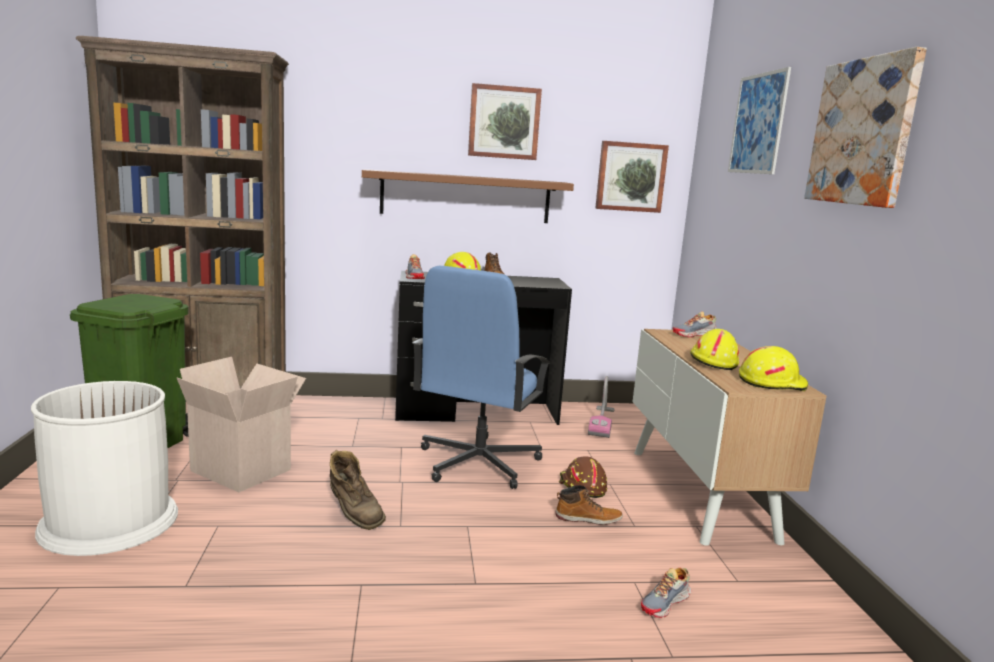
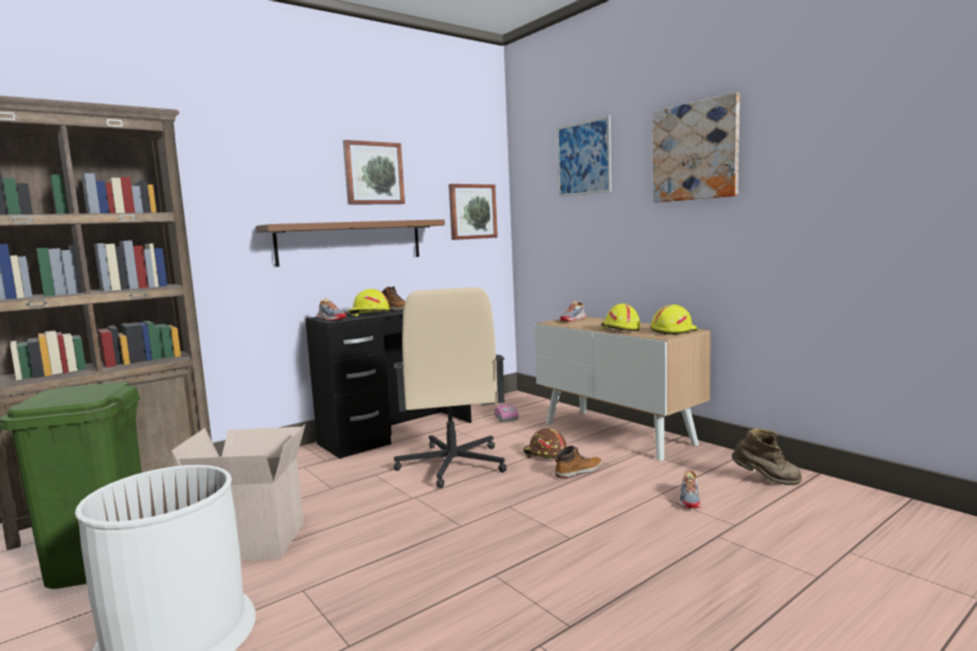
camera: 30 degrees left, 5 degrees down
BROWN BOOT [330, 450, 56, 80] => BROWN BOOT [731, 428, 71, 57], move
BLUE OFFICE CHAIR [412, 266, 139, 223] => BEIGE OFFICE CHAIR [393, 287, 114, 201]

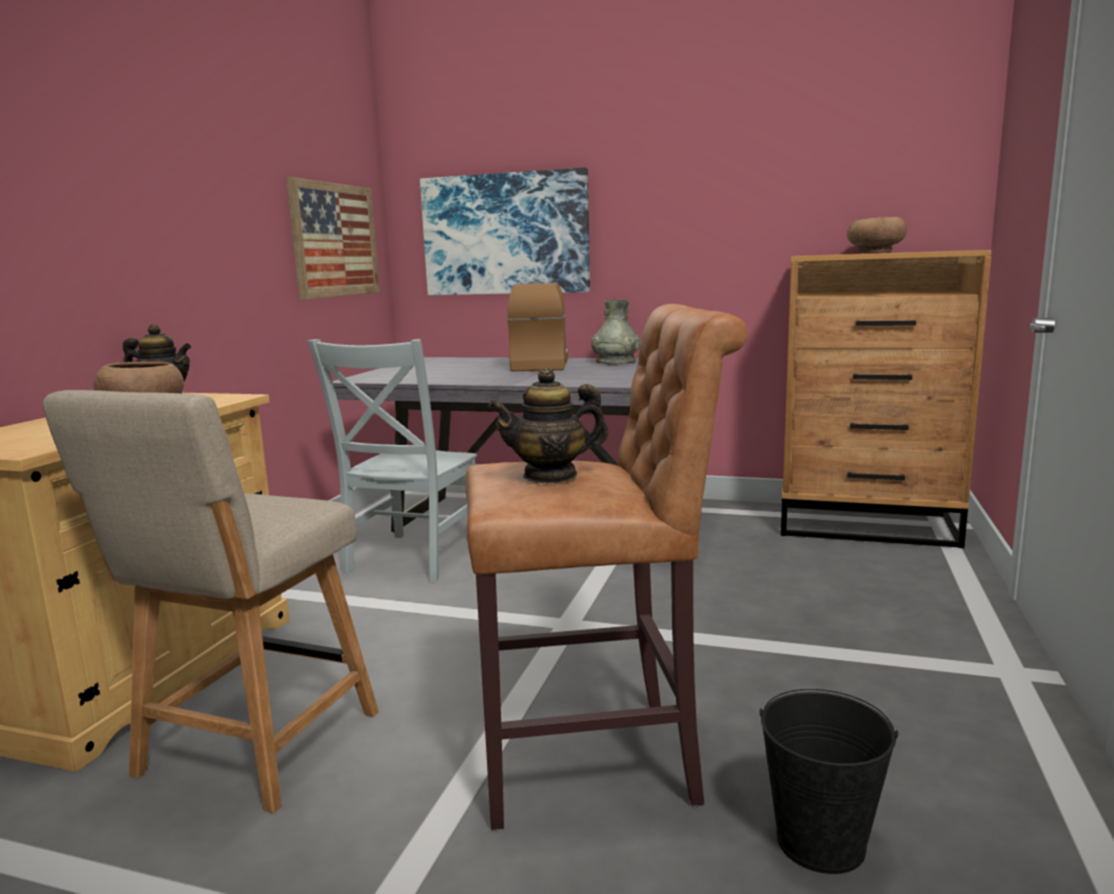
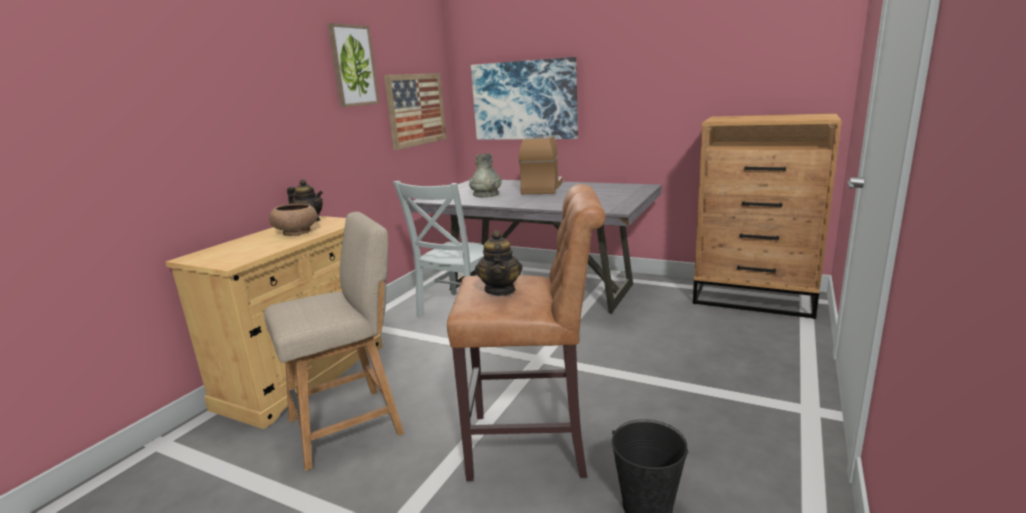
camera: 10 degrees right, 5 degrees up
BROWN BOWL [847, 217, 60, 36] => nothing
nothing => PICTURE [327, 23, 52, 84]
GREY VASE [591, 300, 49, 65] => GREY VASE [469, 154, 33, 43], move
BEIGE CHAIR [43, 390, 336, 423] => BEIGE CHAIR [264, 212, 140, 259], 150 degrees counterclockwise
TEAPOT [488, 368, 120, 115] => TEAPOT [475, 230, 47, 66], 90 degrees counterclockwise

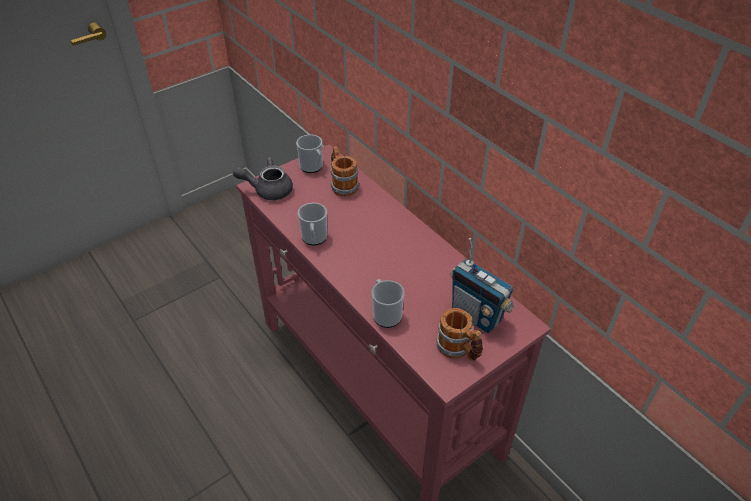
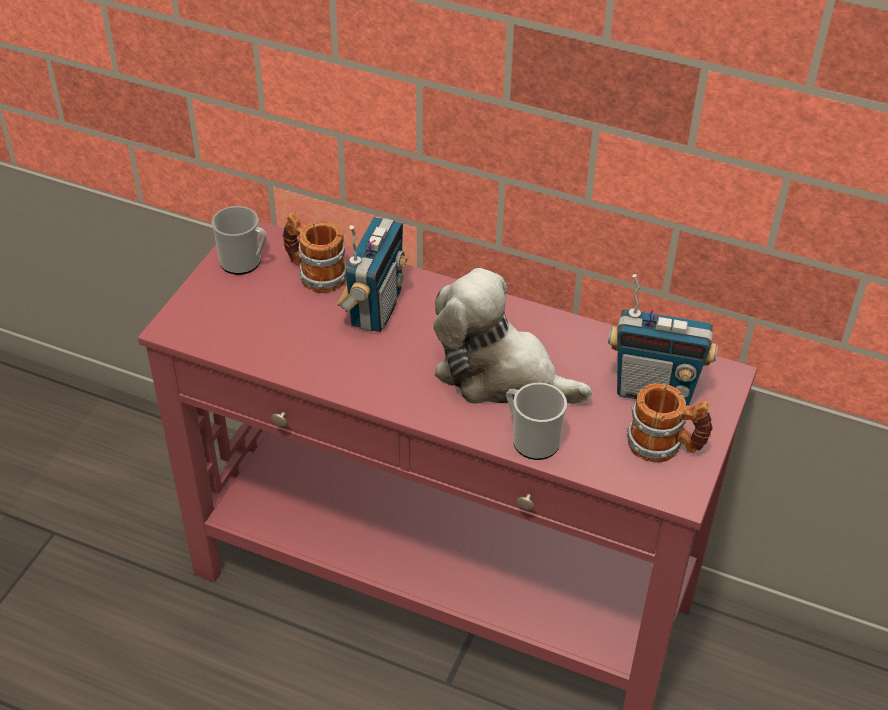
camera: 30 degrees left, 0 degrees up
GREY TEAPOT [233, 157, 60, 43] => nothing
MUG [298, 203, 29, 42] => nothing
nothing => RADIO [337, 217, 70, 115]
nothing => PLUSH TOY [433, 268, 159, 136]

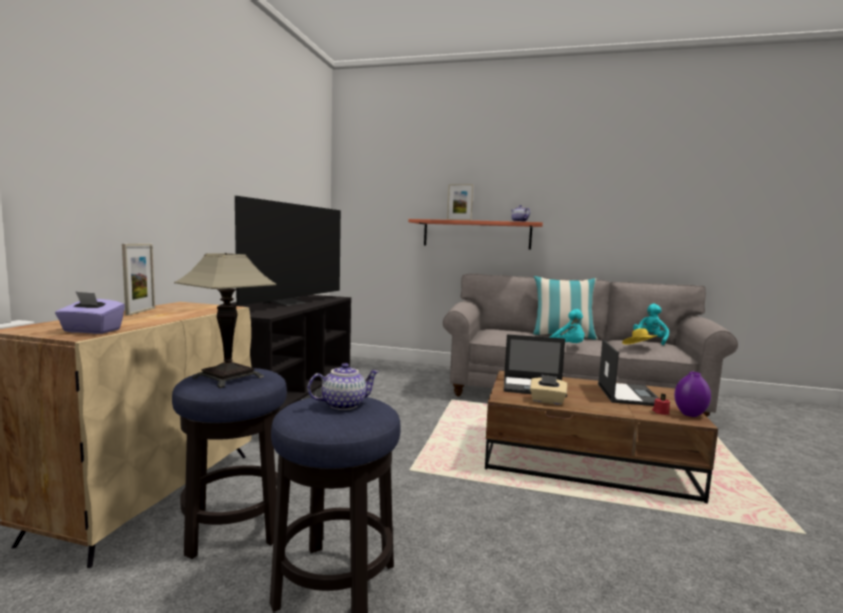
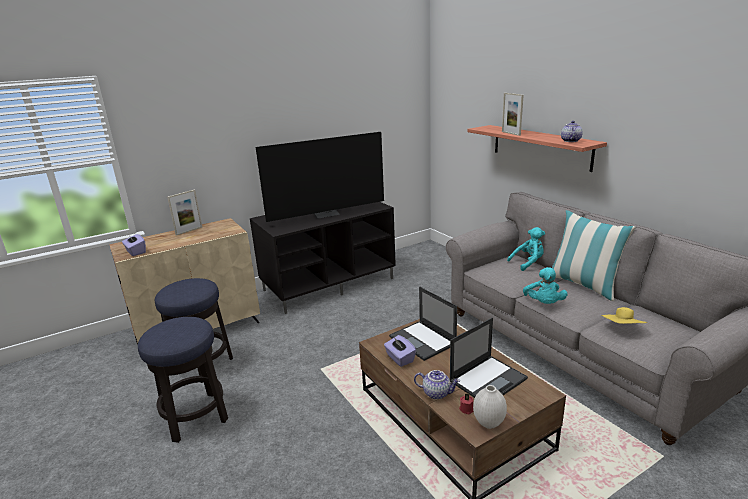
camera: 45 degrees right, 15 degrees up
TABLE LAMP [174, 253, 102, 135] => nothing
TEAPOT [307, 363, 72, 47] => TEAPOT [414, 370, 46, 30], move
TURQUOISE PLUSH TOY [633, 304, 36, 41] => TURQUOISE PLUSH TOY [507, 227, 38, 44], move
BEIGE TISSUE BOX [530, 374, 37, 31] => PURPLE TISSUE BOX [384, 335, 32, 32]
PURPLE VASE [674, 372, 37, 45] => WHITE VASE [473, 385, 34, 44]

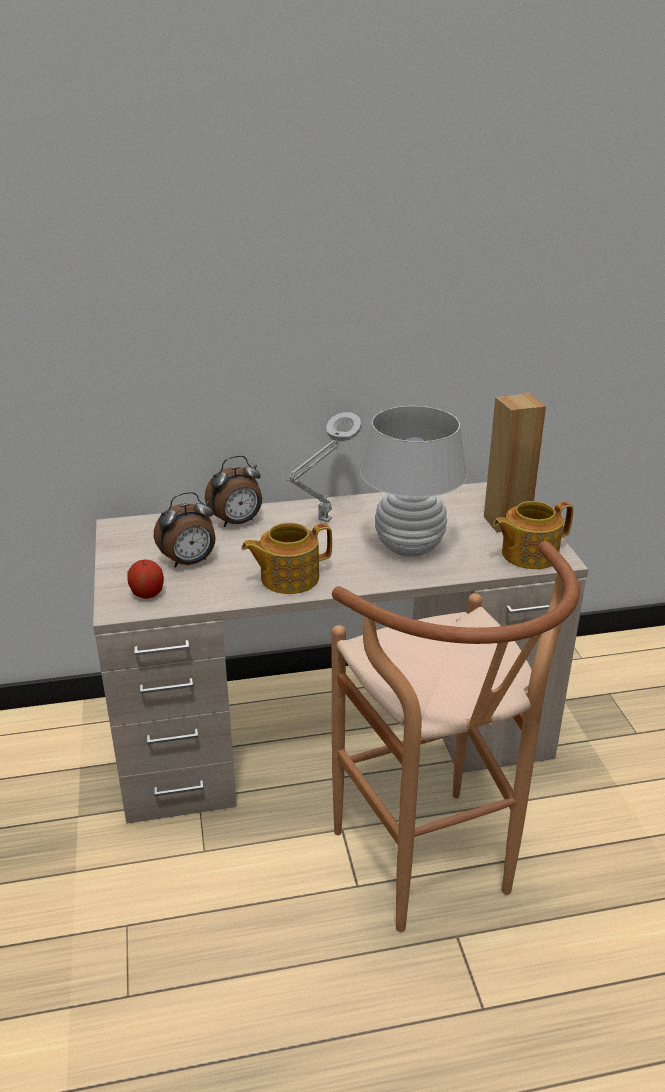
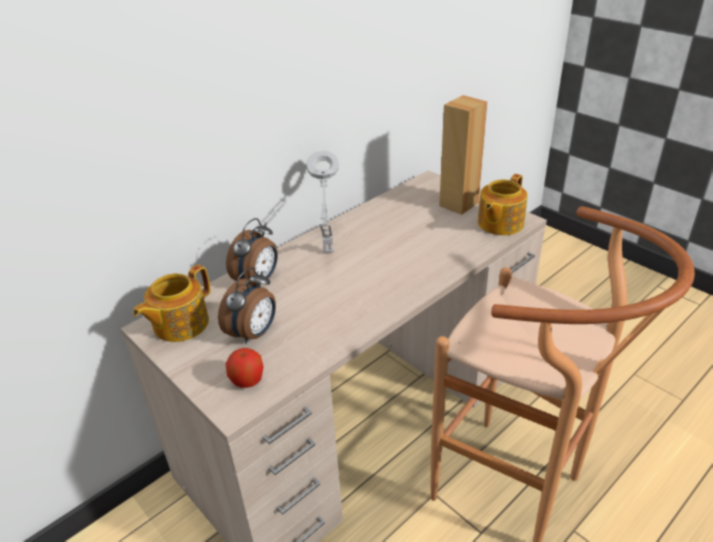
camera: 30 degrees left, 5 degrees up
WHITE TABLE LAMP [360, 406, 107, 151] => nothing
TEAPOT [241, 523, 91, 71] => TEAPOT [133, 265, 77, 77], move

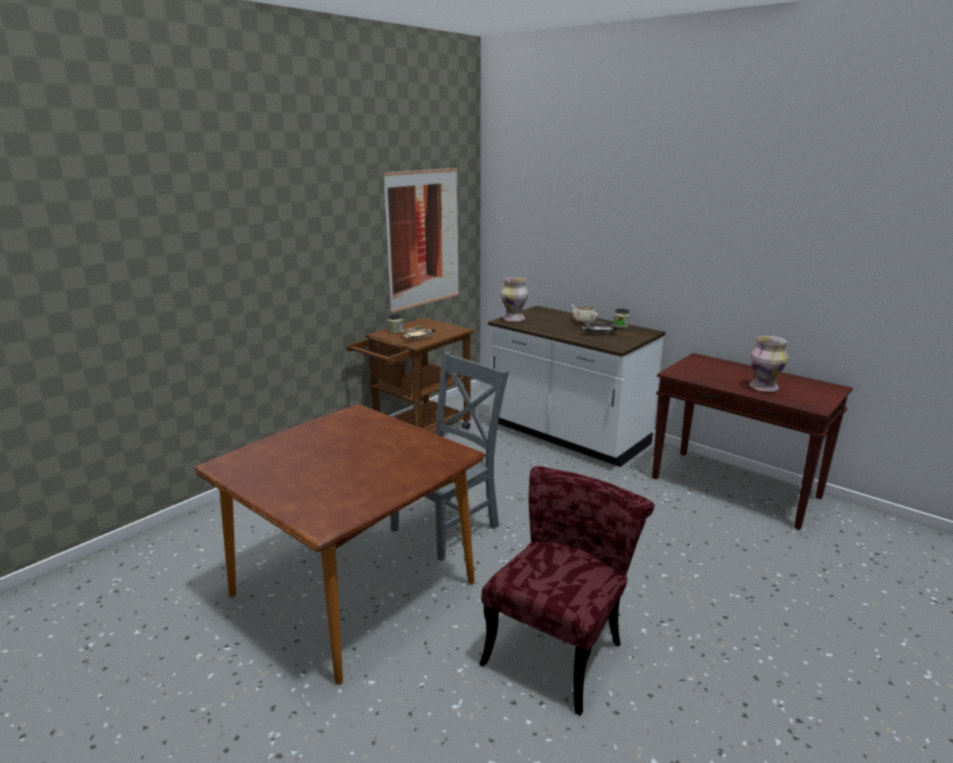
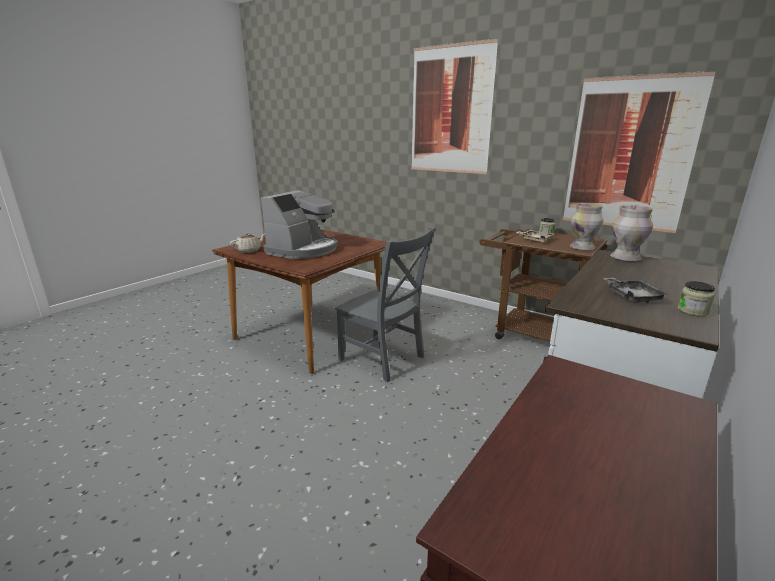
camera: 85 degrees right, 0 degrees up
RED CHAIR [479, 466, 176, 250] => nothing
nothing => COFFEE MACHINE [261, 190, 76, 69]
nothing => PICTURE [411, 39, 87, 135]
BEIGE TEAPOT [571, 304, 28, 21] => BEIGE TEAPOT [230, 232, 35, 21], move
VASE [749, 336, 39, 56] => VASE [570, 203, 34, 47], move

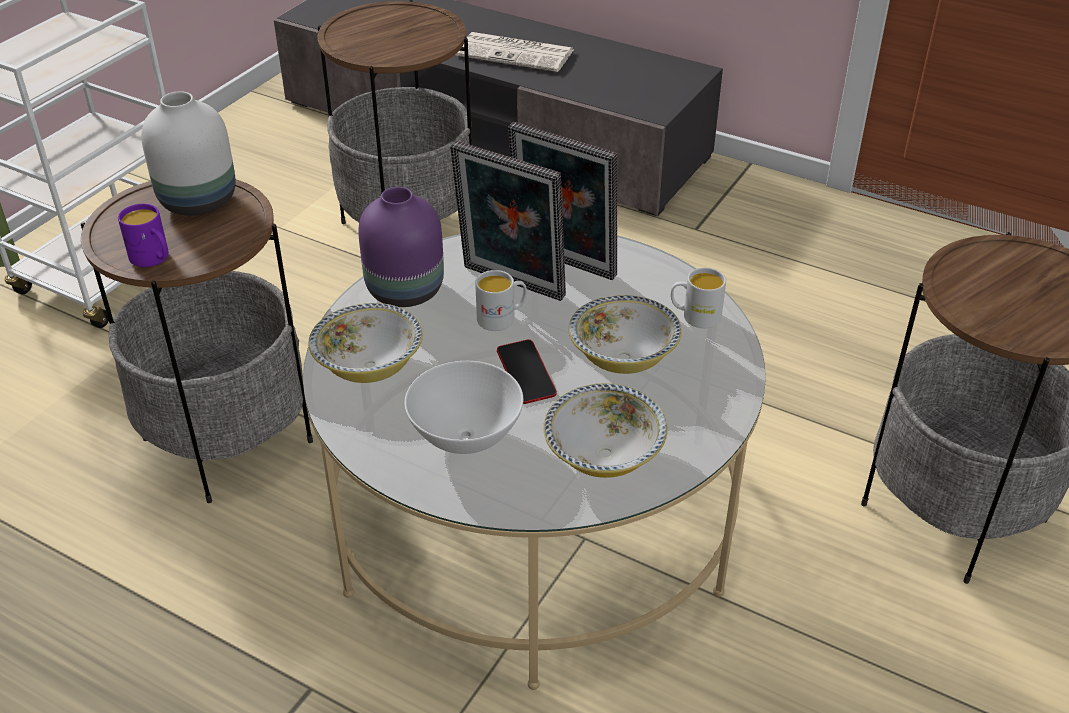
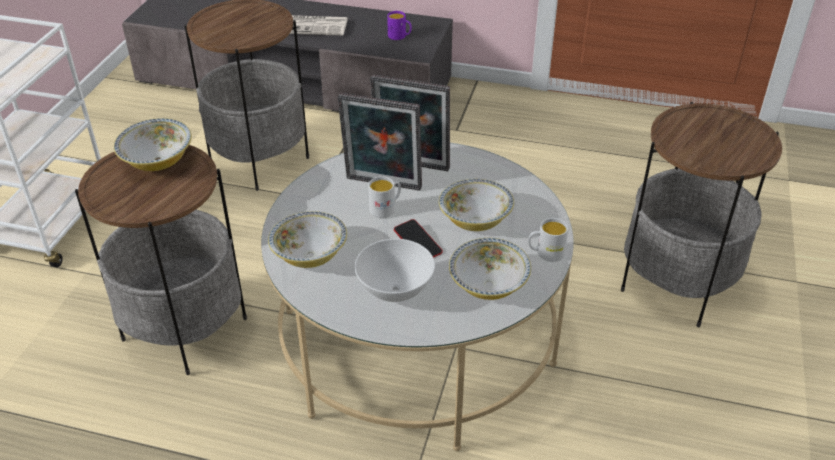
camera: 15 degrees left, 0 degrees up
PURPLE VASE [358, 187, 86, 120] => nothing
PURPLE MUG [118, 204, 51, 63] => PURPLE MUG [387, 11, 25, 29], move
WHITE MUG [671, 268, 55, 60] => WHITE MUG [528, 218, 41, 44], move
WHITE VASE [141, 91, 95, 125] => BOWL [114, 118, 78, 53]

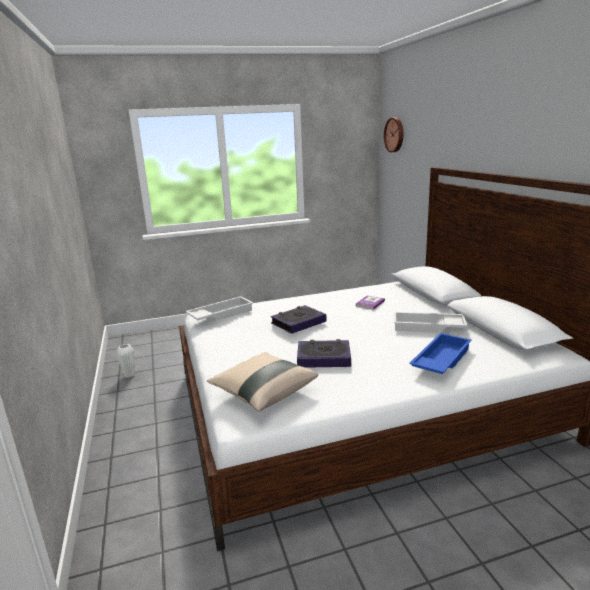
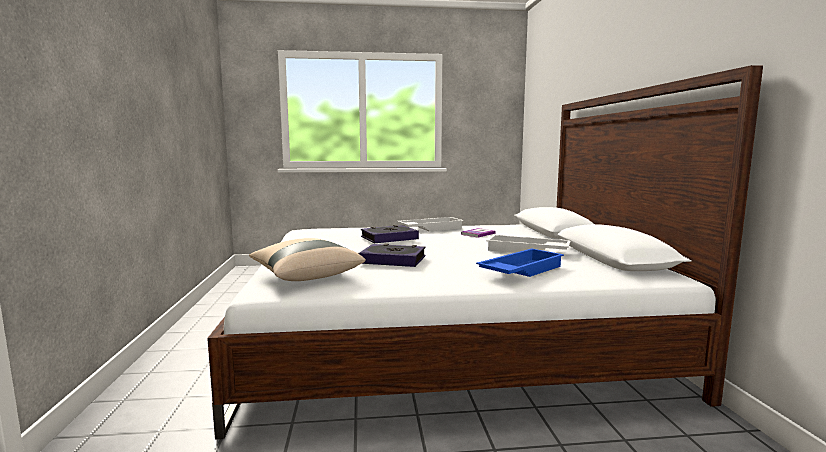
camera: 10 degrees right, 10 degrees down
WHITE VASE [117, 344, 18, 34] => nothing
WALL CLOCK [384, 117, 19, 35] => nothing
WHITE TRAY [186, 296, 67, 24] => WHITE TRAY [397, 217, 67, 14], move

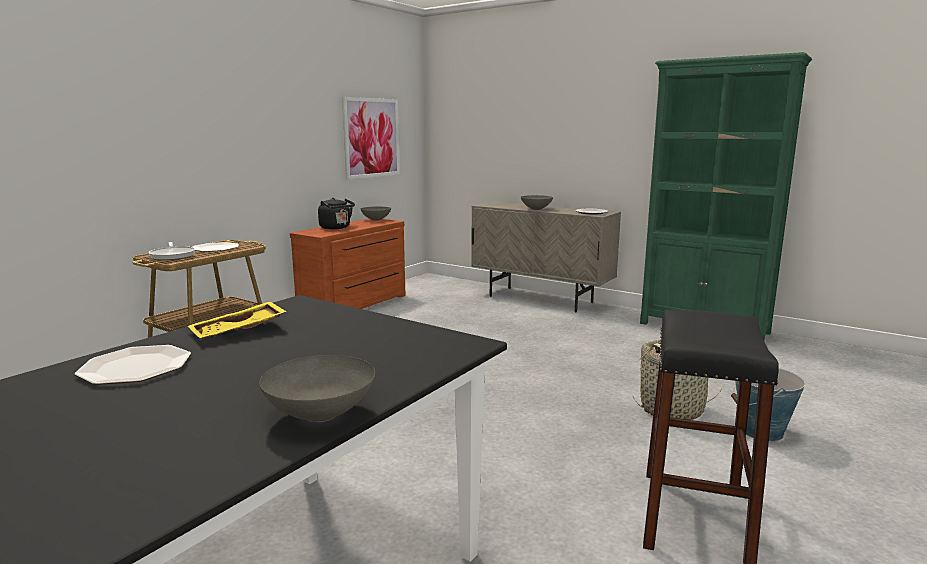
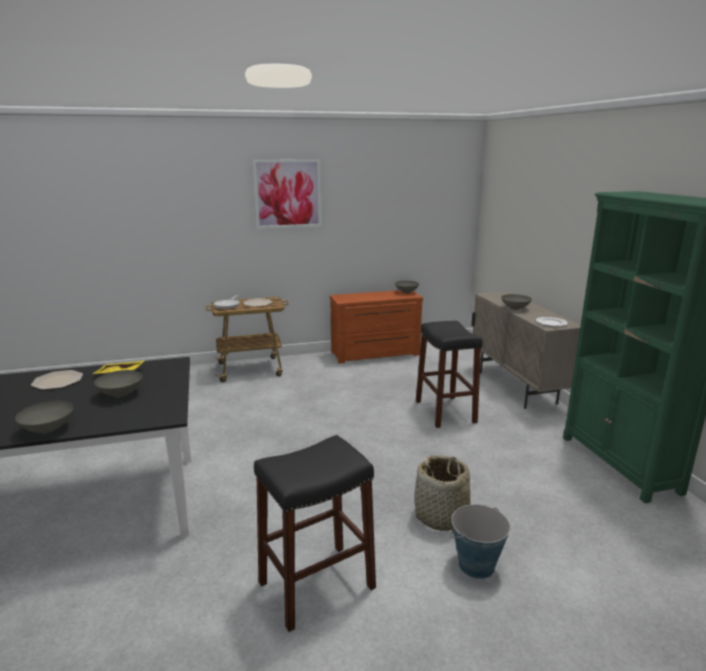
camera: 40 degrees right, 5 degrees up
BLACK KETTLE [318, 198, 37, 31] => nothing
nothing => GREY BOWL [94, 370, 49, 27]
nothing => BLACK STOOL [416, 321, 66, 107]
PICTURE [342, 97, 58, 82] => PICTURE [252, 159, 70, 70], move

